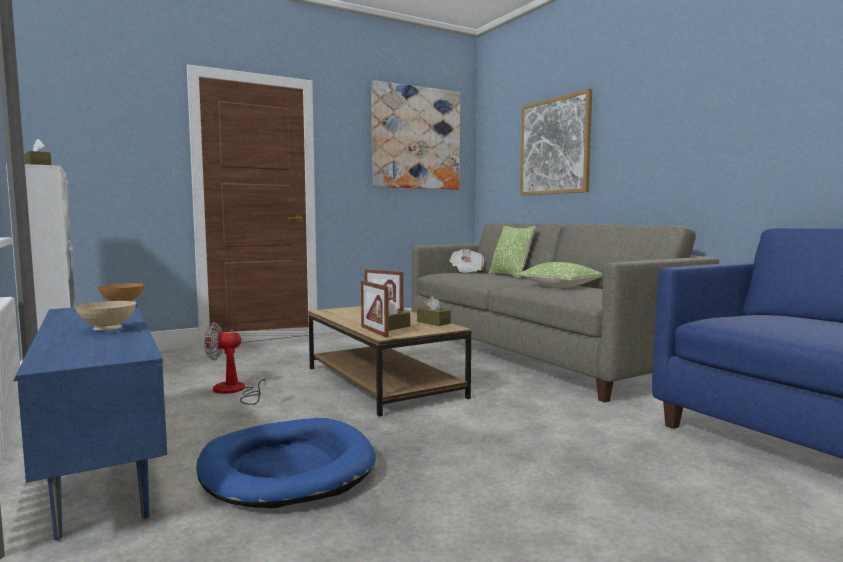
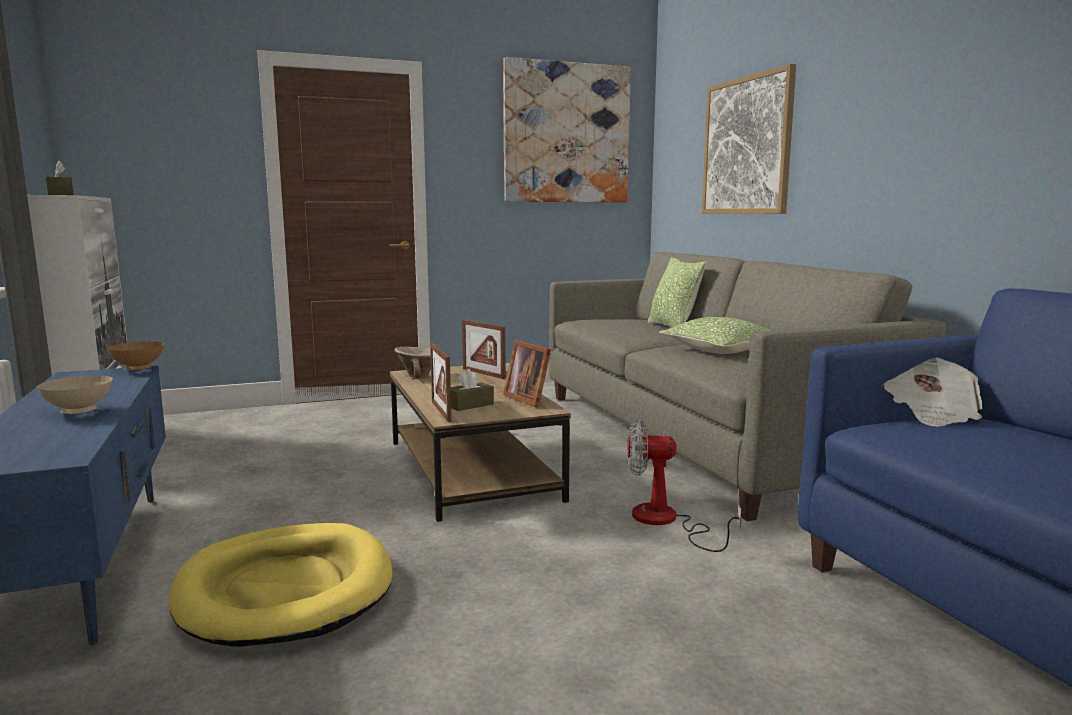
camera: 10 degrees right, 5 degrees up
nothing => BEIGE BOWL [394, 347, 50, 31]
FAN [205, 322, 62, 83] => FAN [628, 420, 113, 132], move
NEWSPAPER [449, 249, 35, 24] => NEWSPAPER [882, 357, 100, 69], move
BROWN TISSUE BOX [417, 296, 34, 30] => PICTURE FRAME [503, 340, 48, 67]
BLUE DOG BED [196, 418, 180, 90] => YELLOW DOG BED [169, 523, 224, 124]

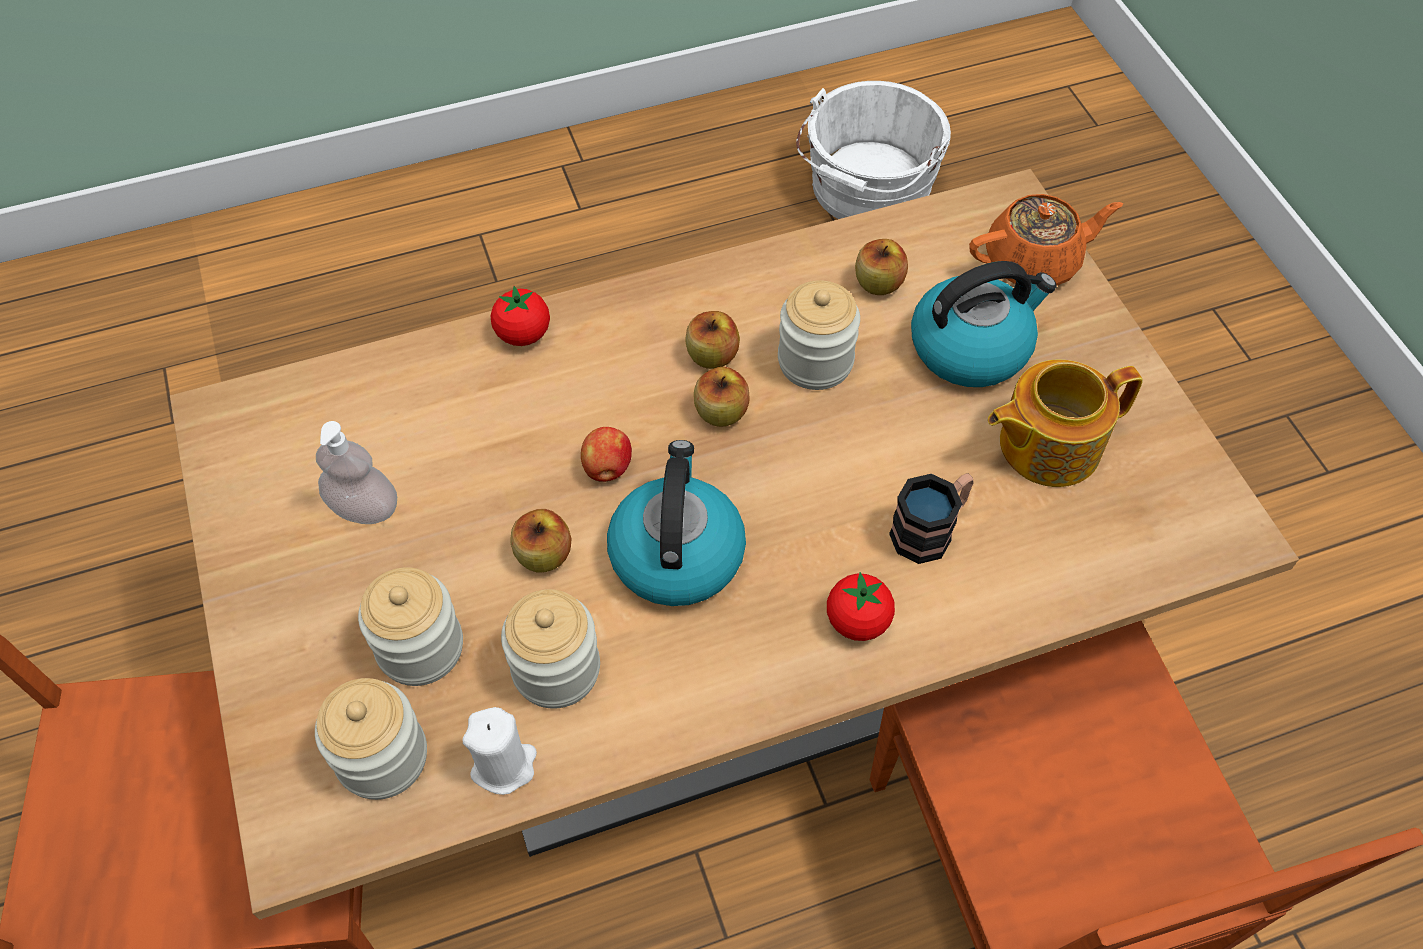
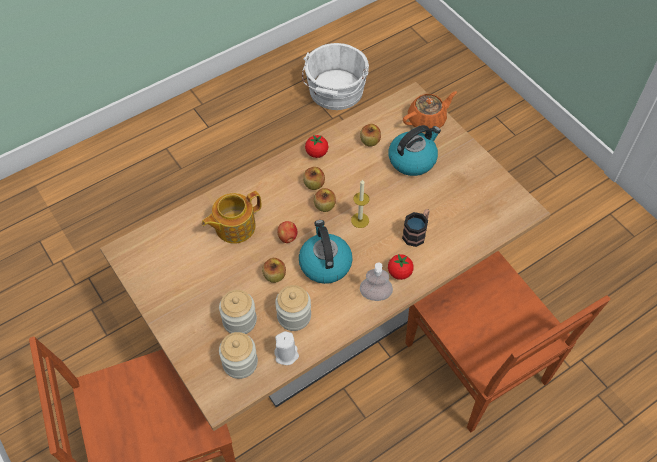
camera: 15 degrees left, 0 degrees up
JAR [778, 280, 82, 110] => nothing
nothing => CANDLE [351, 179, 18, 49]
SOAP DISPENSER [316, 421, 81, 103] => SOAP DISPENSER [360, 262, 33, 39], move
TOMATO [491, 286, 59, 60] => TOMATO [305, 135, 23, 23], move
TEAPOT [988, 359, 155, 128] => TEAPOT [202, 191, 59, 53], move

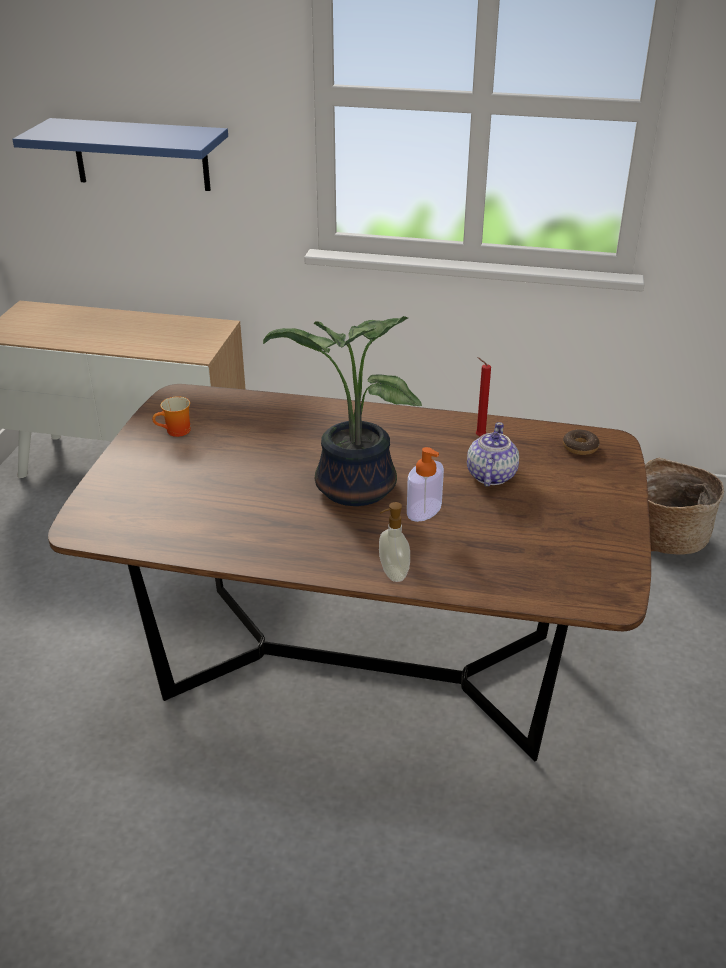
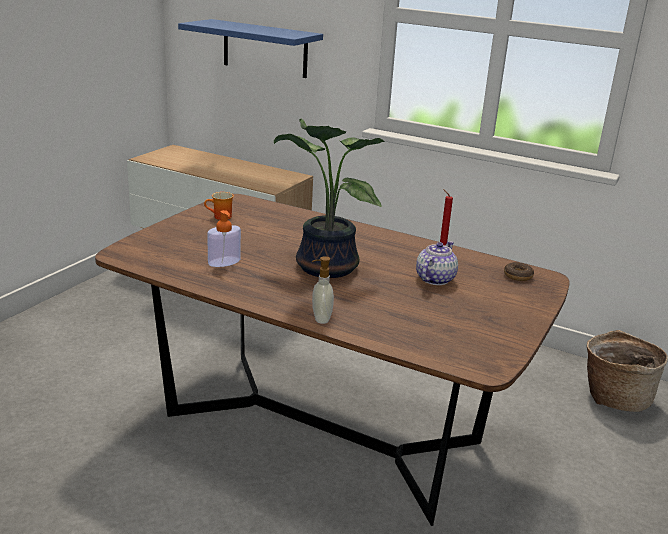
camera: 15 degrees right, 10 degrees down
SOAP DISPENSER [407, 447, 37, 75] => SOAP DISPENSER [207, 210, 34, 57], move

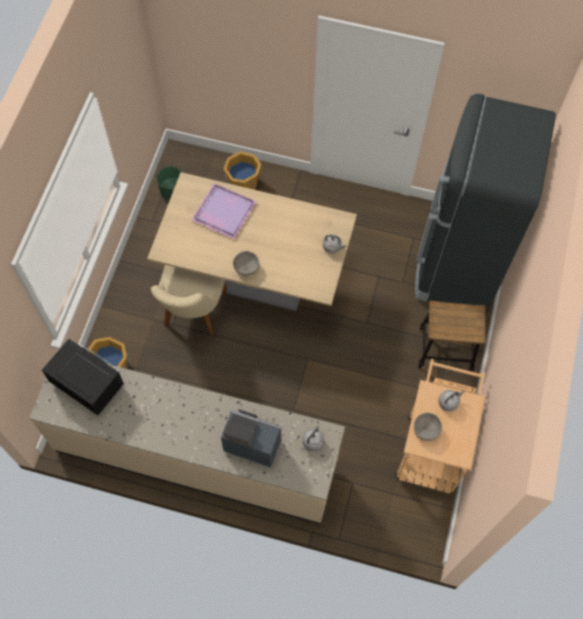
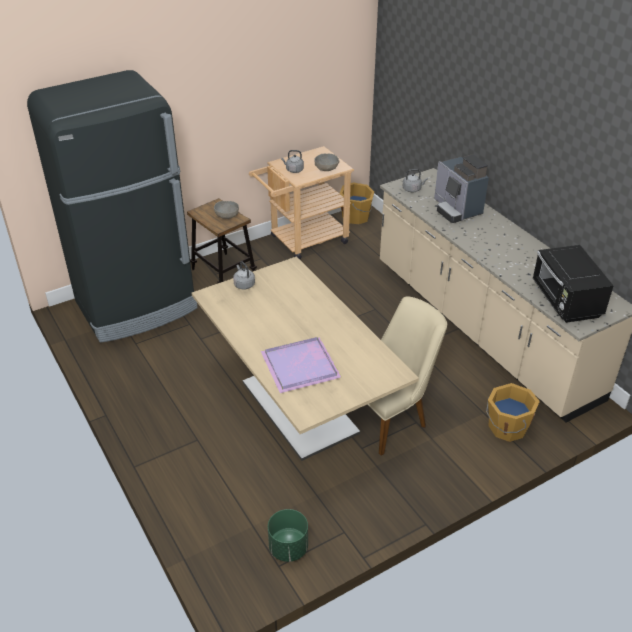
camera: 135 degrees left, 25 degrees down
ORANGE BUCKET [223, 151, 38, 39] => ORANGE BUCKET [339, 183, 35, 41], move
GREY BOWL [233, 251, 27, 25] => GREY BOWL [214, 201, 25, 18], move

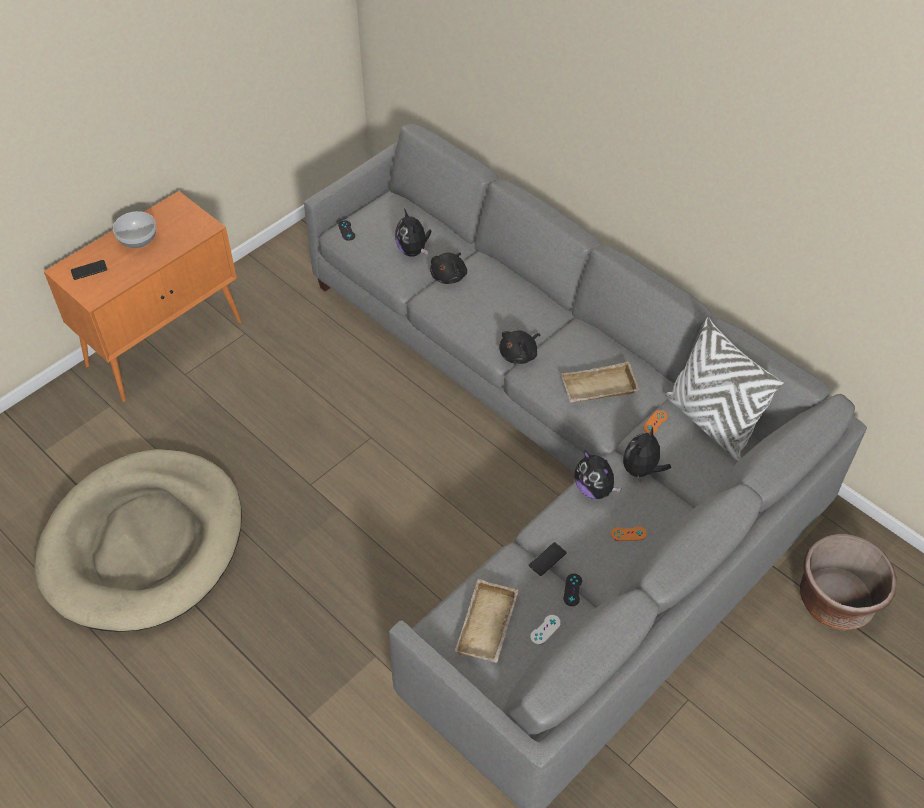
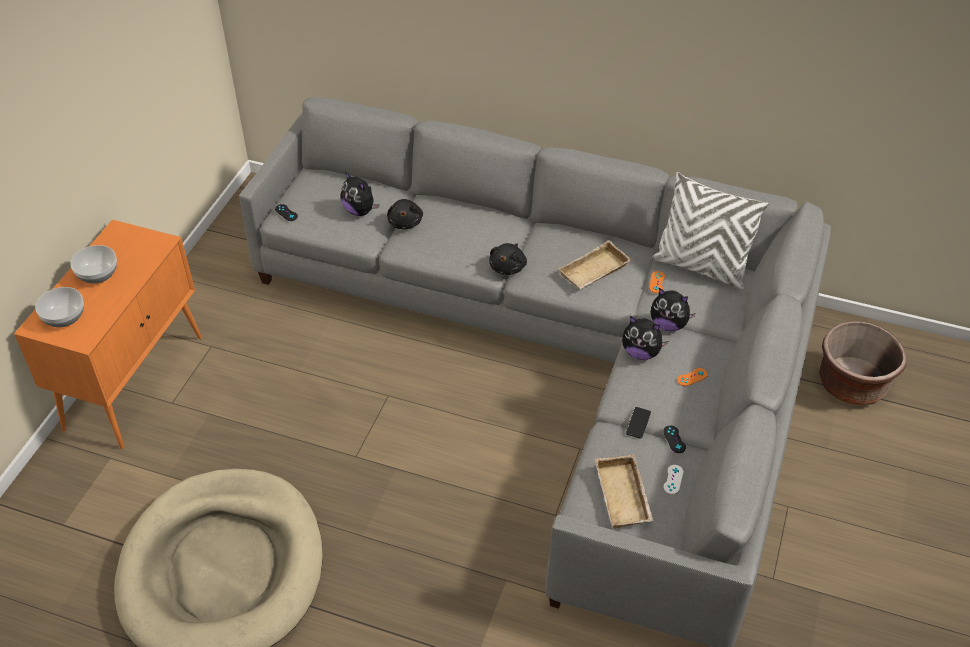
camera: 25 degrees left, 5 degrees down
PHONE [71, 260, 36, 20] => BOWL [35, 287, 49, 40]
PLUSH TOY [623, 427, 48, 57] => PLUSH TOY [651, 288, 45, 43], 75 degrees counterclockwise

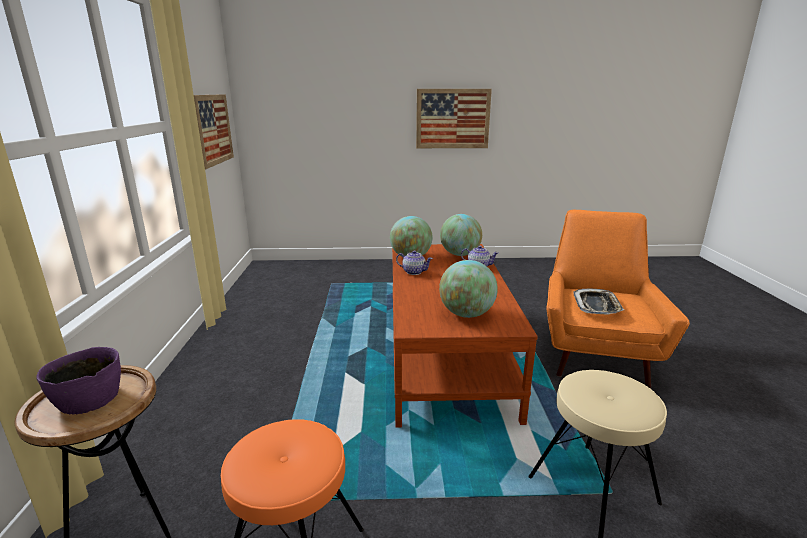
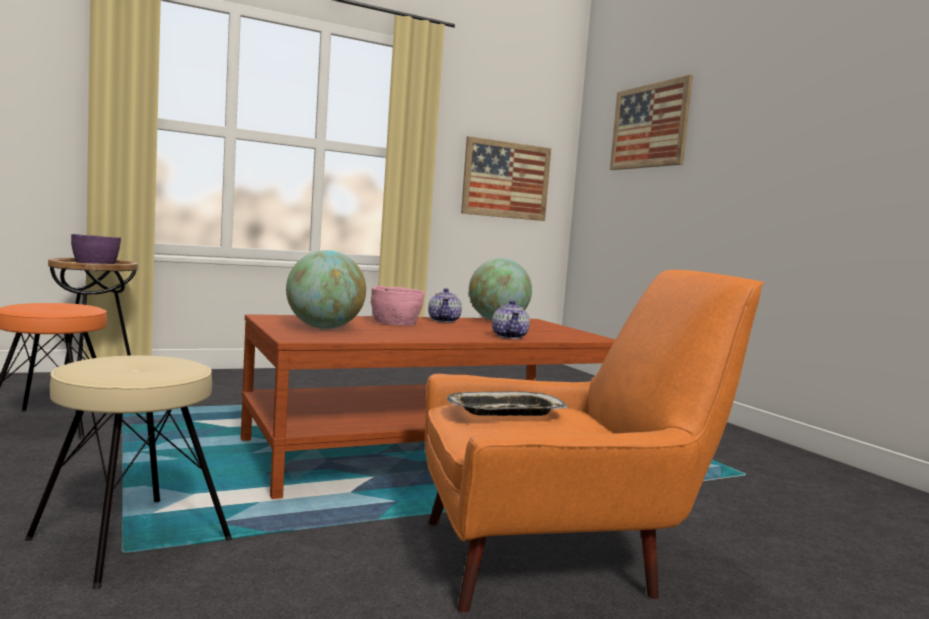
camera: 65 degrees right, 15 degrees down
GLOBE [440, 214, 42, 42] => nothing
nothing => PINK BOWL [371, 286, 53, 40]
PICTURE [416, 89, 76, 59] => PICTURE [610, 75, 83, 95], move

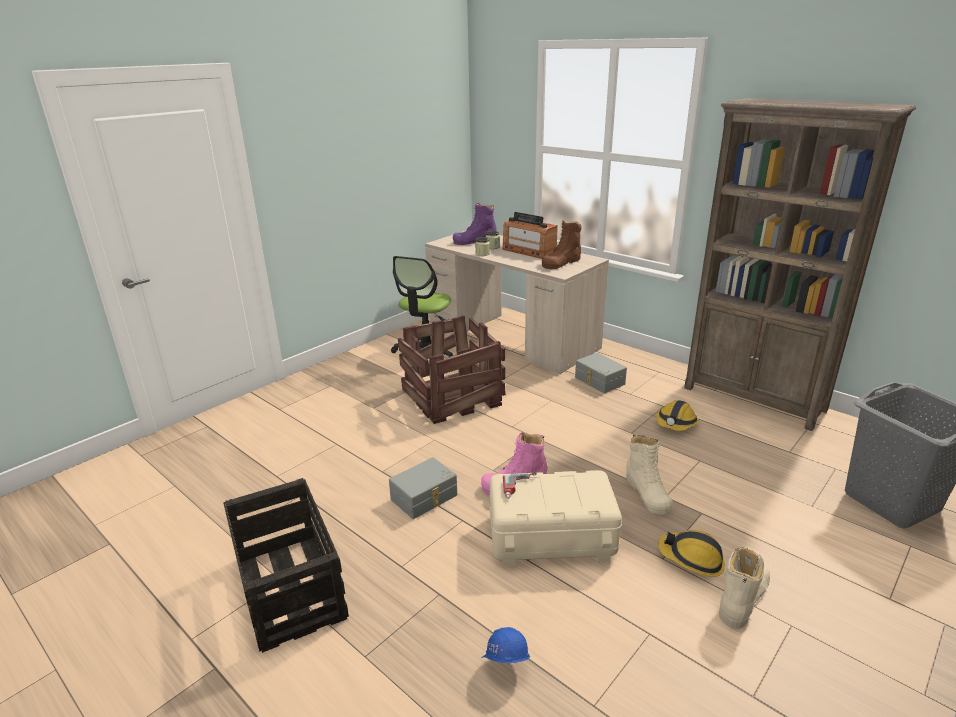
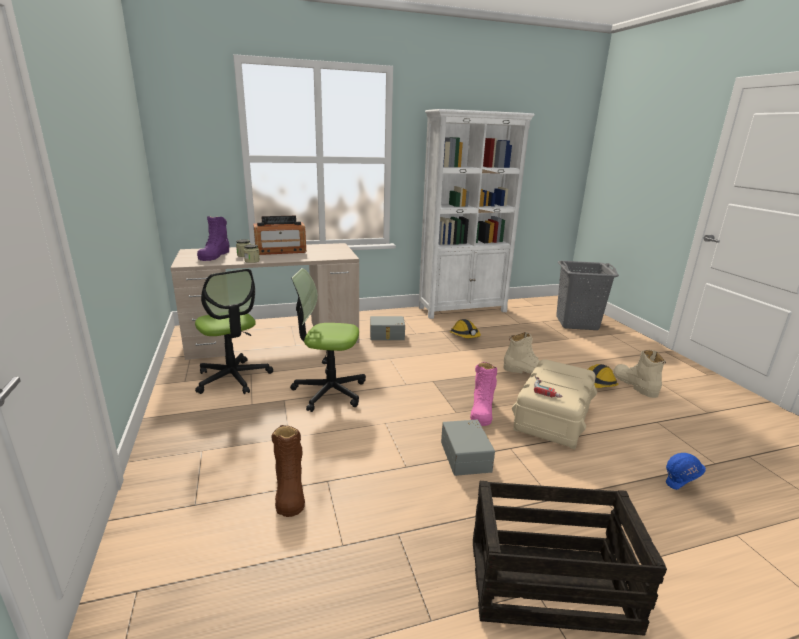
camera: 60 degrees left, 5 degrees down
BROWN BOOT [542, 220, 40, 49] => BROWN BOOT [271, 425, 34, 92], move
CRATE [398, 315, 108, 109] => OFFICE CHAIR [290, 268, 76, 144]
BROWN BOOKCASE [684, 98, 232, 333] => WHITE BOOKCASE [419, 109, 116, 210]

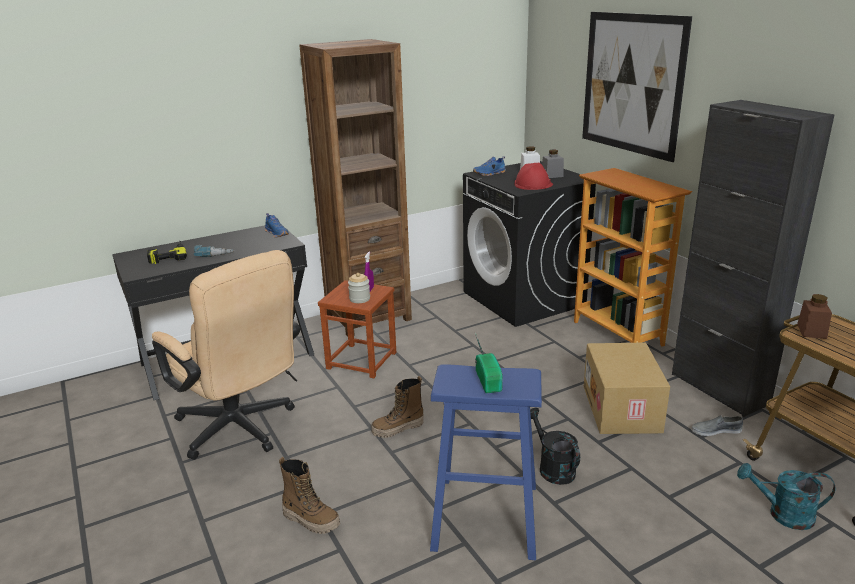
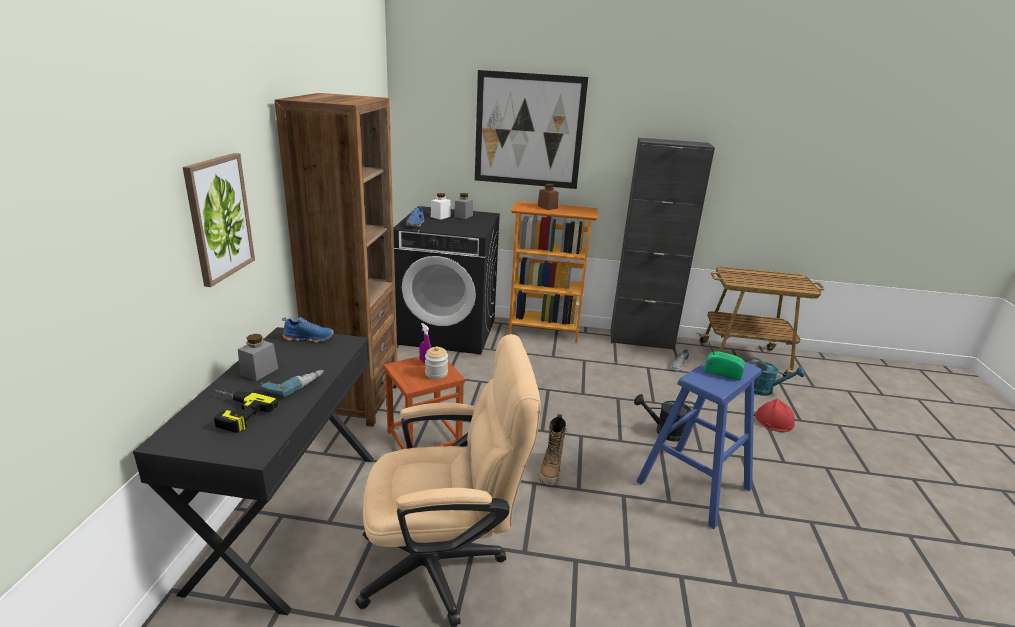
camera: 55 degrees left, 0 degrees up
BOOT [279, 457, 61, 77] => nothing
CARDBOARD BOX [584, 342, 86, 92] => nothing
nothing => PICTURE [183, 153, 72, 134]
nothing => GREY JAR [238, 334, 40, 47]
RED HARD HAT [515, 162, 38, 28] => RED HARD HAT [755, 399, 40, 33], move
BROWN JAR [797, 294, 35, 45] => BROWN JAR [538, 184, 21, 26], move
TURQUOISE WATERING CAN [737, 463, 98, 67] => TURQUOISE WATERING CAN [746, 358, 59, 38], 120 degrees counterclockwise

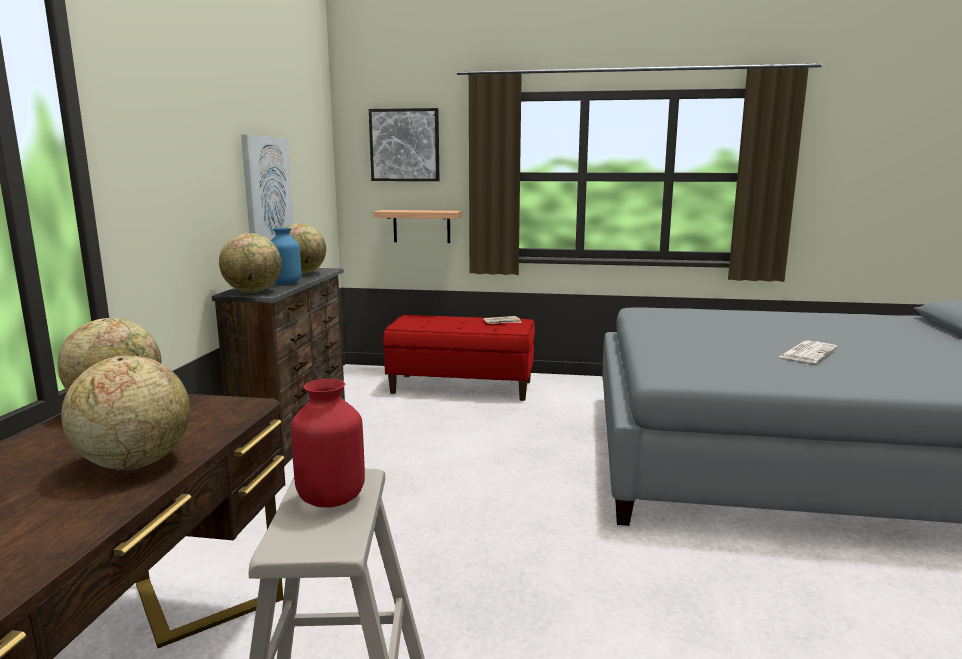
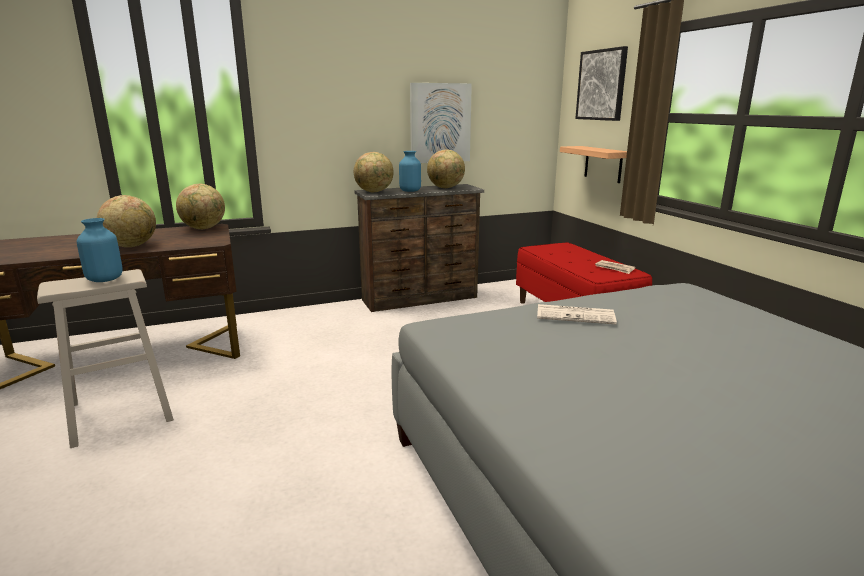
camera: 60 degrees right, 5 degrees up
NEWSPAPER [779, 341, 59, 22] => NEWSPAPER [537, 304, 80, 20], move
RED VASE [291, 379, 74, 128] => BLUE VASE [77, 218, 46, 64]

